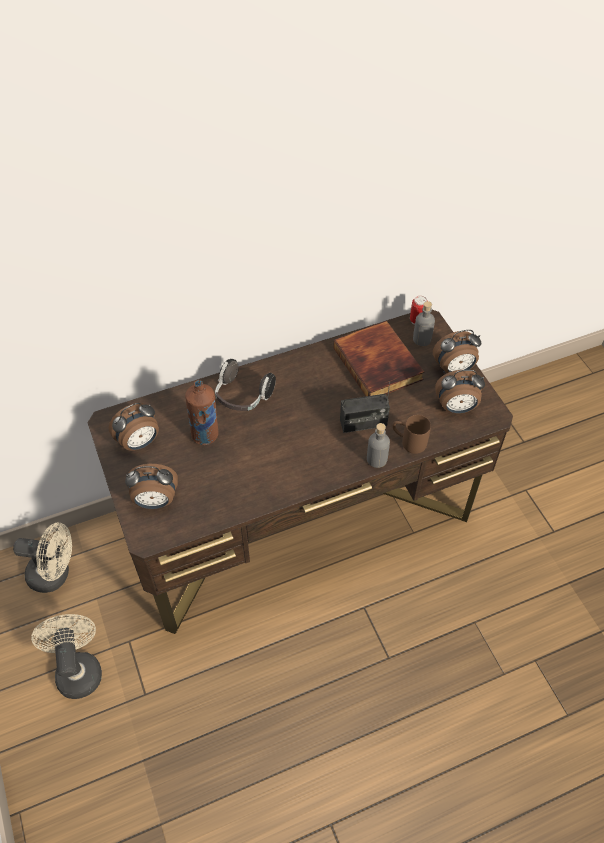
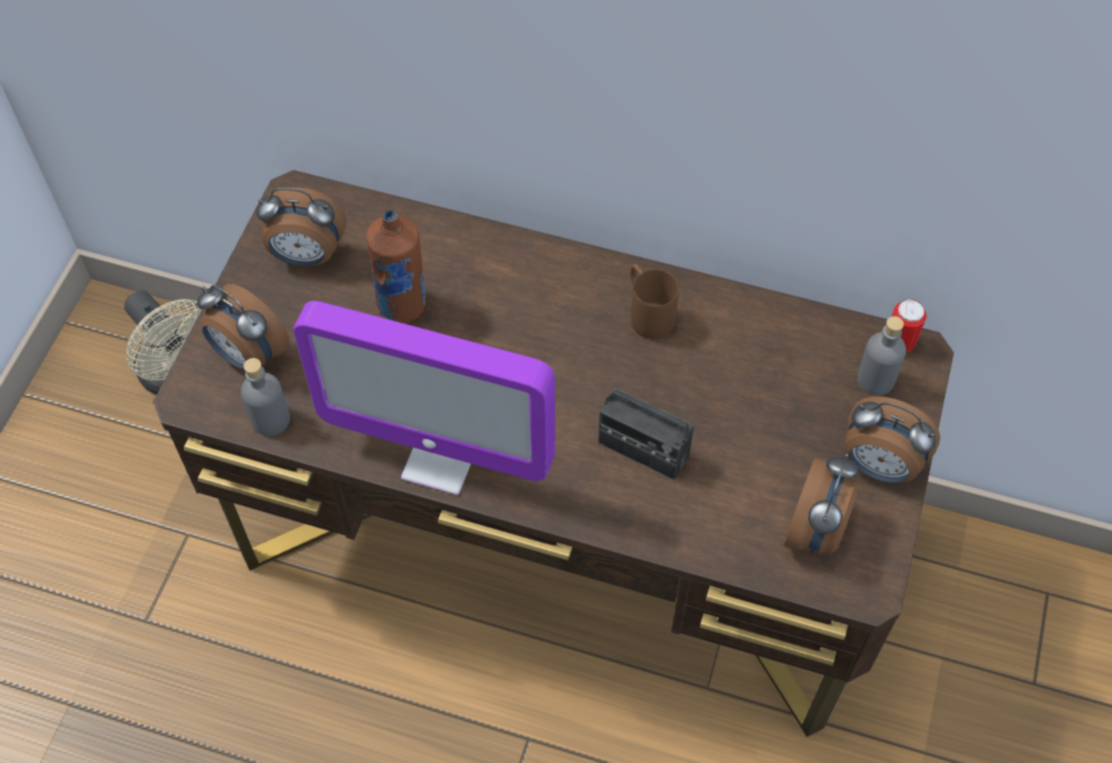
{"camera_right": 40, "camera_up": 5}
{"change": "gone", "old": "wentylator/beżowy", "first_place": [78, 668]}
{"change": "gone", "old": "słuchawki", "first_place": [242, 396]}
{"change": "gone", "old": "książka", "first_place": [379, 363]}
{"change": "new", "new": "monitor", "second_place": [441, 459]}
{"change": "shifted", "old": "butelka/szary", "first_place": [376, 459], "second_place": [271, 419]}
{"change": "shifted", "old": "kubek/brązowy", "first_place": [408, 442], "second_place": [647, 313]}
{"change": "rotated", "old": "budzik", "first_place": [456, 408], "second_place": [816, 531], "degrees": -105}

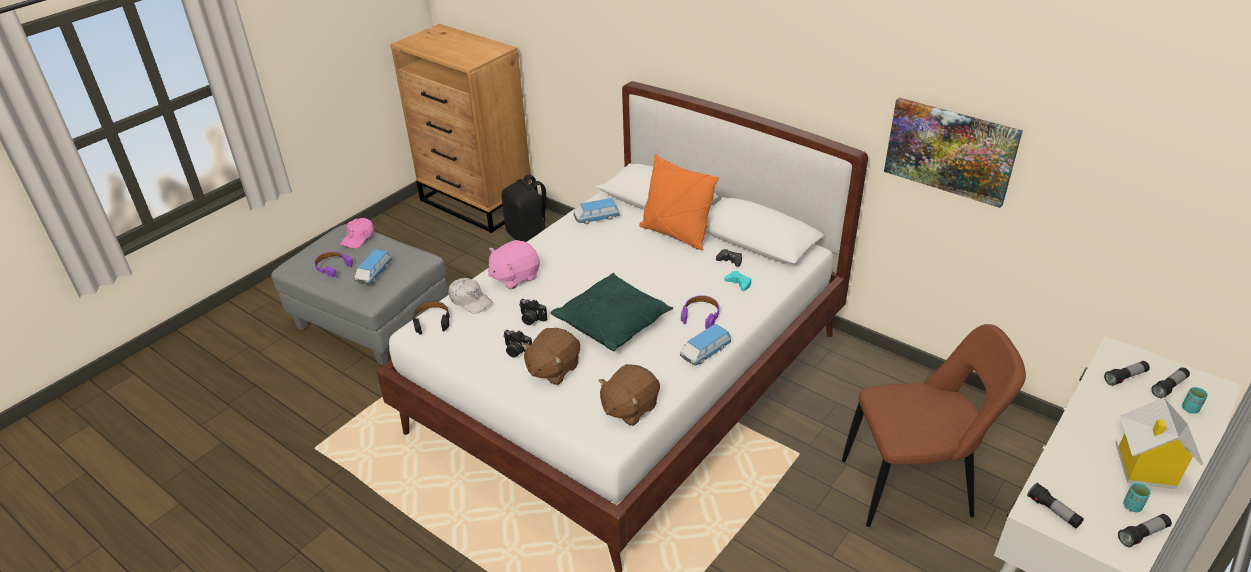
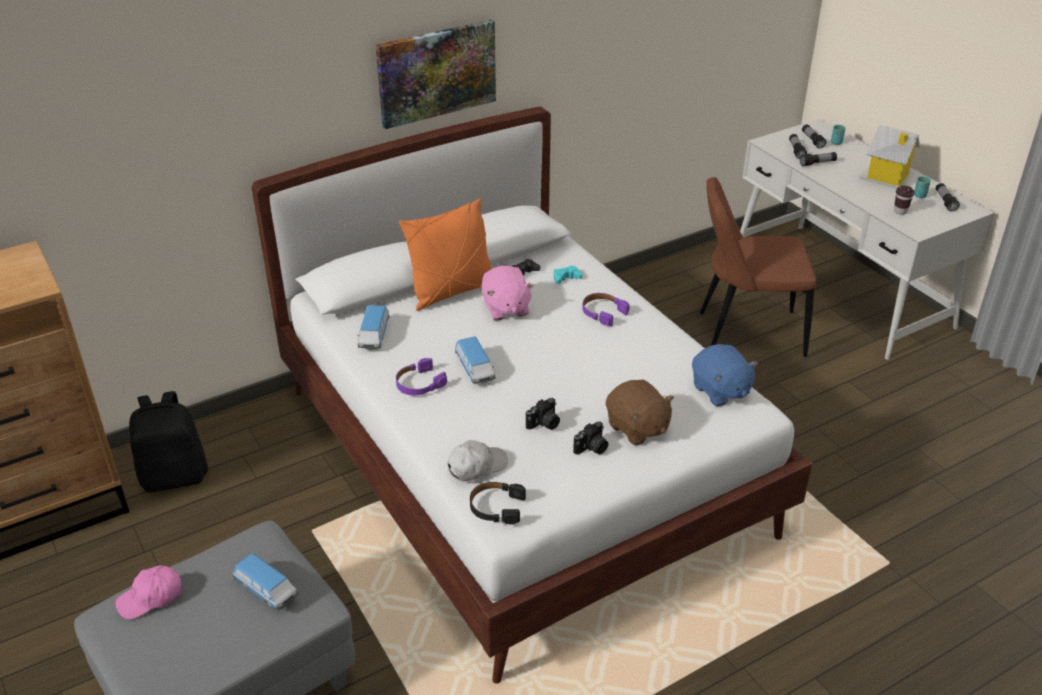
{"camera_right": -70, "camera_up": 0}
{"change": "gone", "old": "poduszka/zielony", "first_place": [612, 323]}
{"change": "new", "new": "filiżanka/brązowy", "second_place": [900, 211]}
{"change": "shifted", "old": "słuchawki/fioletowy", "first_place": [333, 267], "second_place": [419, 384]}
{"change": "shifted", "old": "pluszak/różowy", "first_place": [514, 277], "second_place": [505, 308]}
{"change": "shifted", "old": "samochodzik", "first_place": [705, 352], "second_place": [475, 369]}
{"change": "shifted", "old": "obraz", "first_place": [950, 150], "second_place": [436, 72]}
{"change": "shifted", "old": "latarka", "first_place": [1053, 511], "second_place": [817, 163]}
{"change": "repainted", "old": "pluszak/brązowy", "new": "pluszak/niebieski", "first_place": [629, 408], "second_place": [720, 391]}
{"change": "rotated", "old": "czapka z daszkiem/różowy", "first_place": [358, 238], "second_place": [151, 598], "degrees": 105}
{"change": "rotated", "old": "krzesło/brązowy", "first_place": [913, 488], "second_place": [745, 334], "degrees": -105}

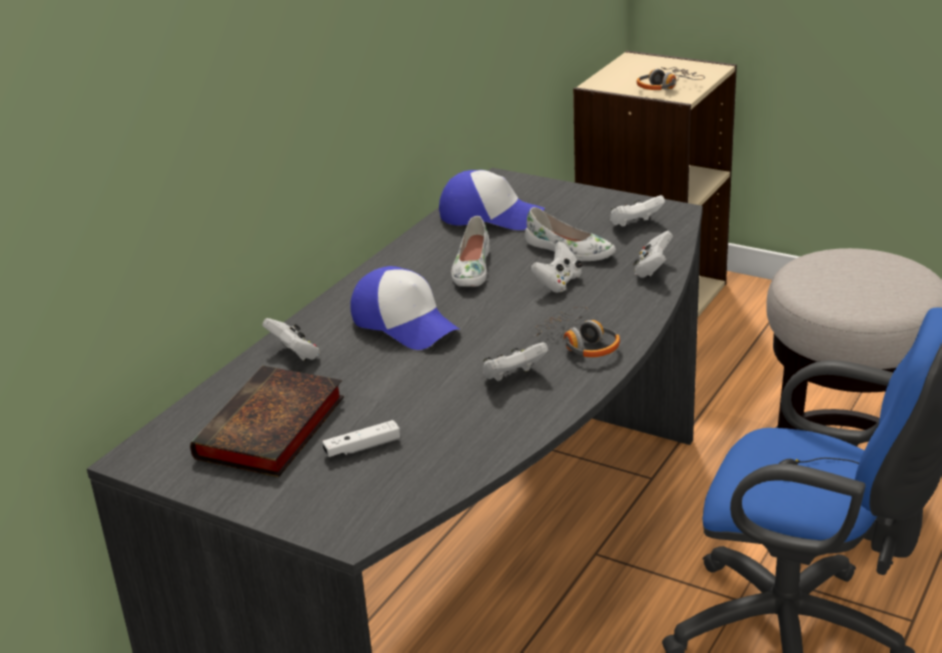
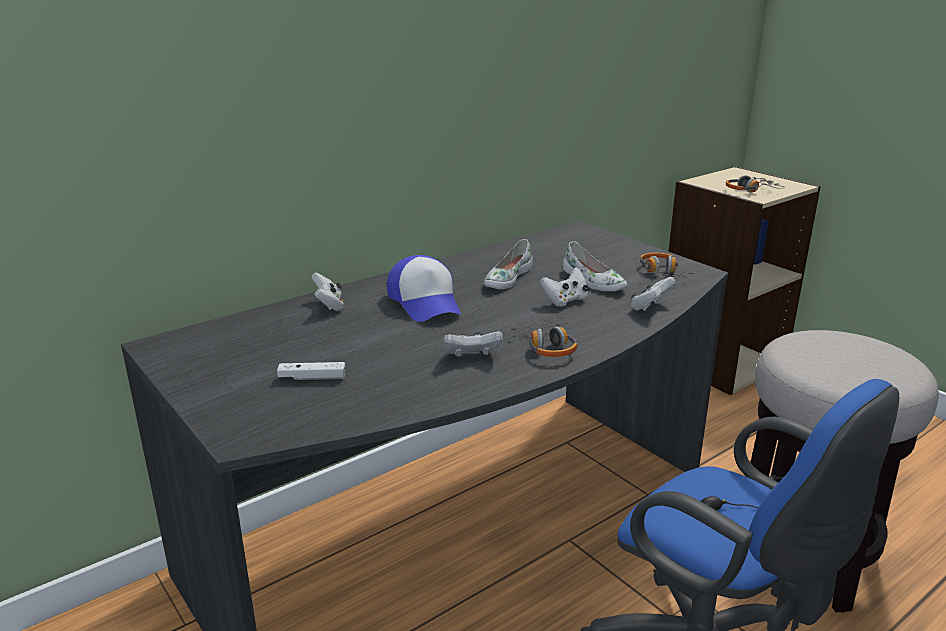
{"camera_right": 20, "camera_up": -5}
{"change": "gone", "old": "książka", "first_place": [270, 431]}
{"change": "gone", "old": "czapka z daszkiem", "first_place": [490, 216]}
{"change": "swapped", "old": "pad do gier/biały", "new": "słuchawki", "first_place": [634, 224], "second_place": [660, 274]}

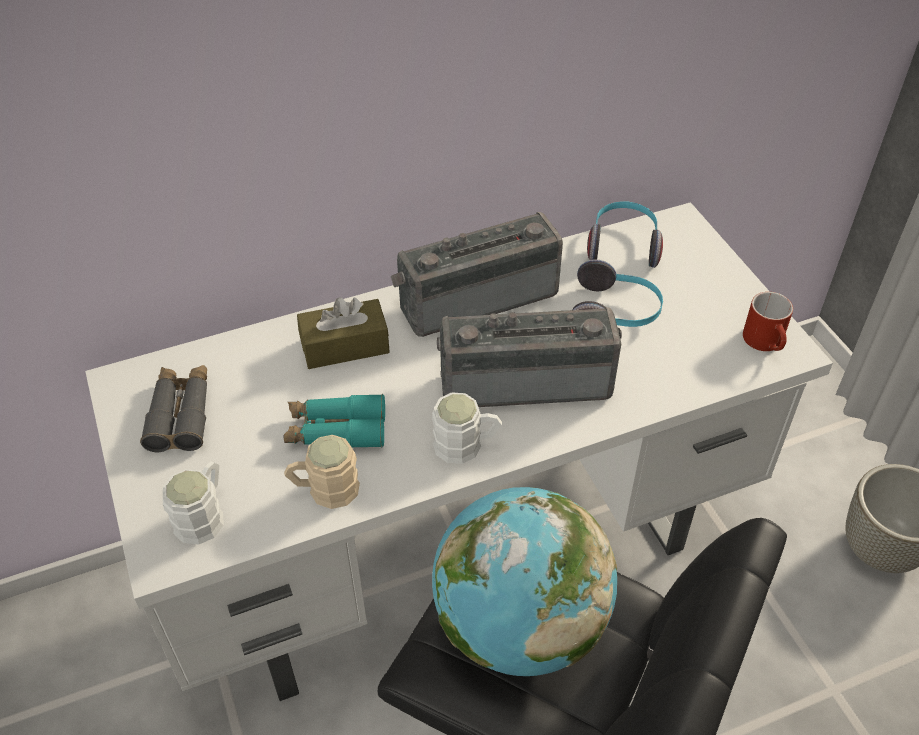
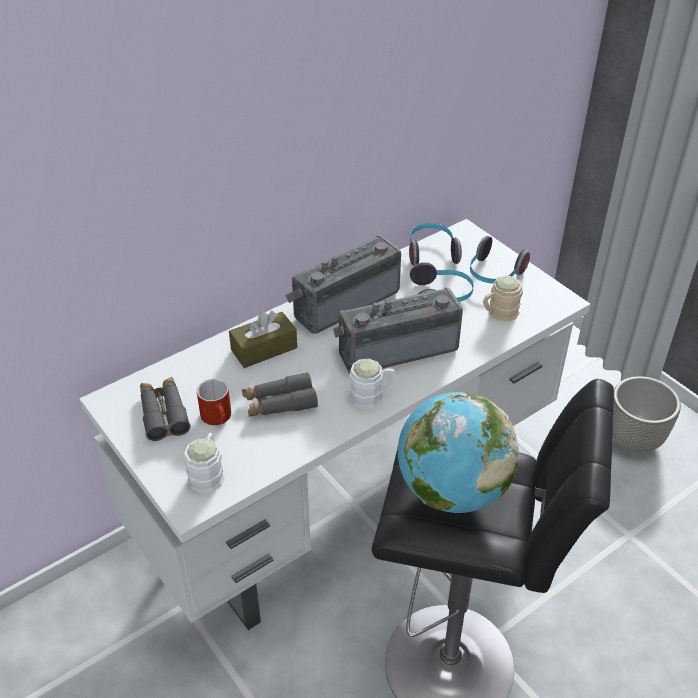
{"camera_right": -15, "camera_up": -5}
{"change": "new", "new": "słuchawki", "second_place": [494, 274]}
{"change": "shifted", "old": "kubek/beżowy", "first_place": [324, 490], "second_place": [498, 313]}
{"change": "shifted", "old": "kubek/czerwony", "first_place": [767, 343], "second_place": [219, 418]}
{"change": "repainted", "old": "lornetka/turkusowy", "new": "lornetka/szary", "first_place": [336, 430], "second_place": [279, 403]}

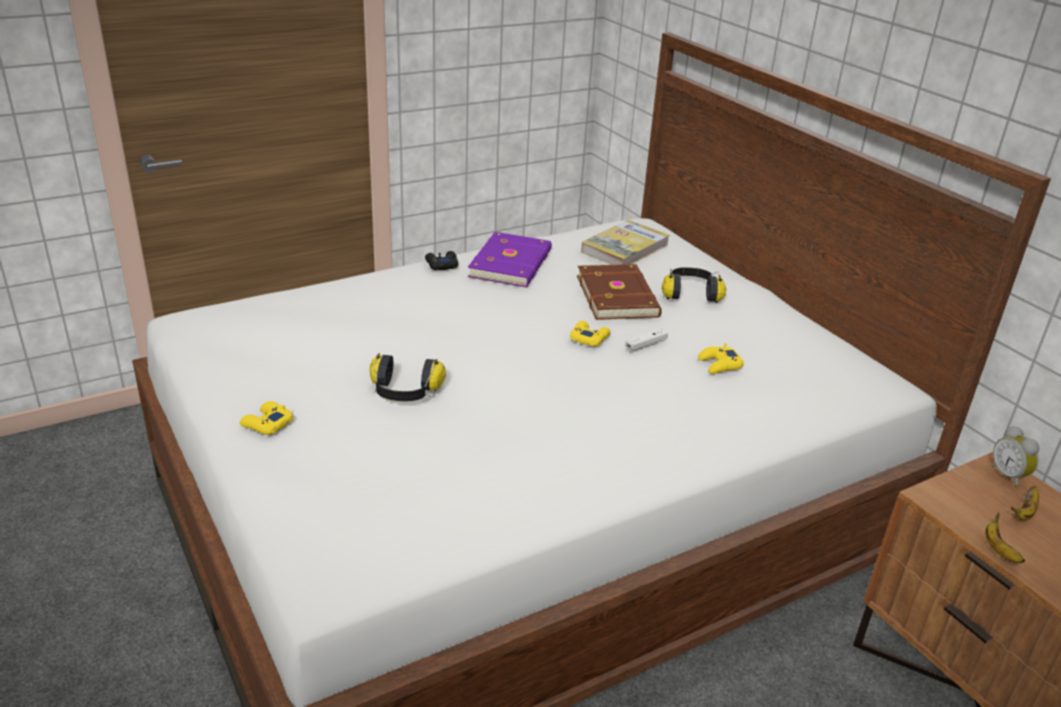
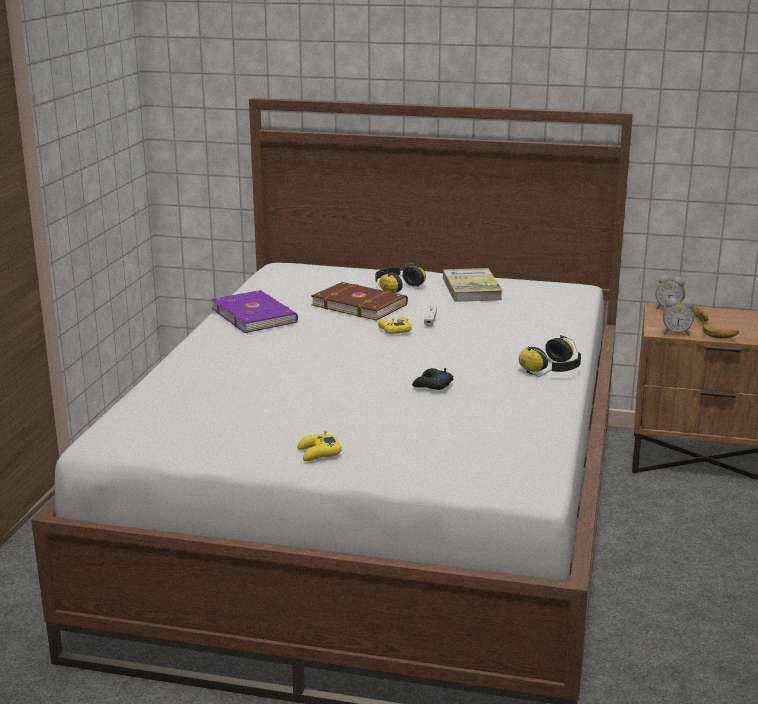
{"camera_right": -45, "camera_up": -10}
{"change": "gone", "old": "pad do gier/żółty", "first_place": [719, 365]}
{"change": "new", "new": "budzik", "second_place": [676, 333]}
{"change": "shifted", "old": "słuchawki", "first_place": [404, 393], "second_place": [553, 370]}
{"change": "shifted", "old": "pad do gier/czarny", "first_place": [441, 265], "second_place": [432, 385]}
{"change": "shifted", "old": "książka", "first_place": [625, 248], "second_place": [471, 289]}

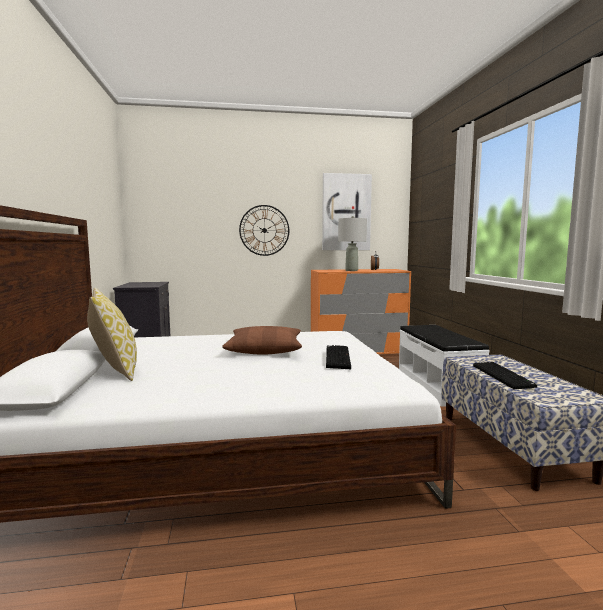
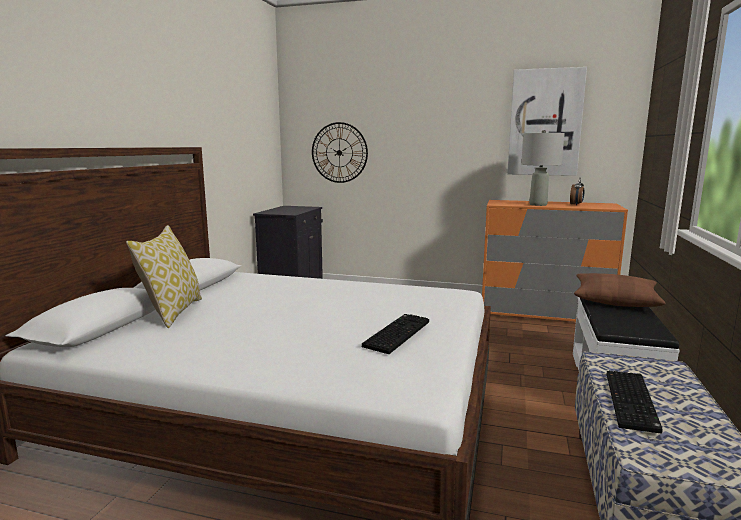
{"camera_right": 25, "camera_up": 5}
{"change": "shifted", "old": "poduszka/brązowy", "first_place": [265, 349], "second_place": [615, 299]}
{"change": "shifted", "old": "zegar ścienny", "first_place": [264, 230], "second_place": [339, 152]}

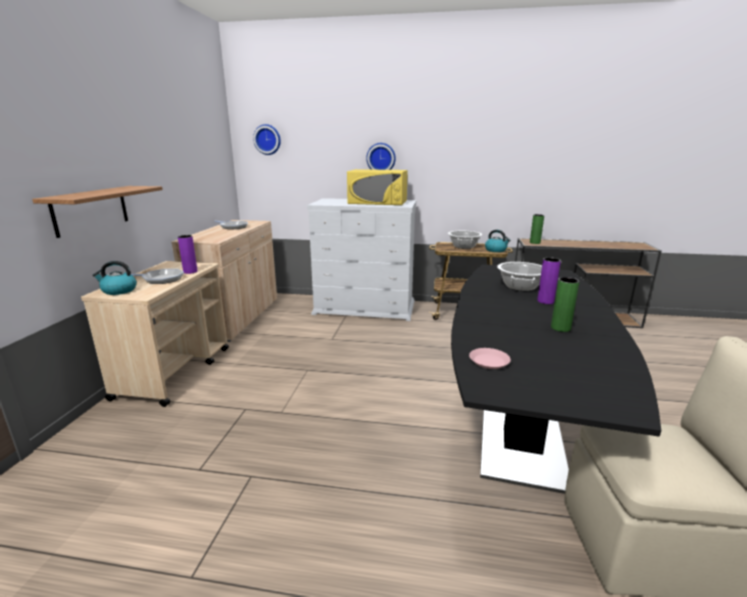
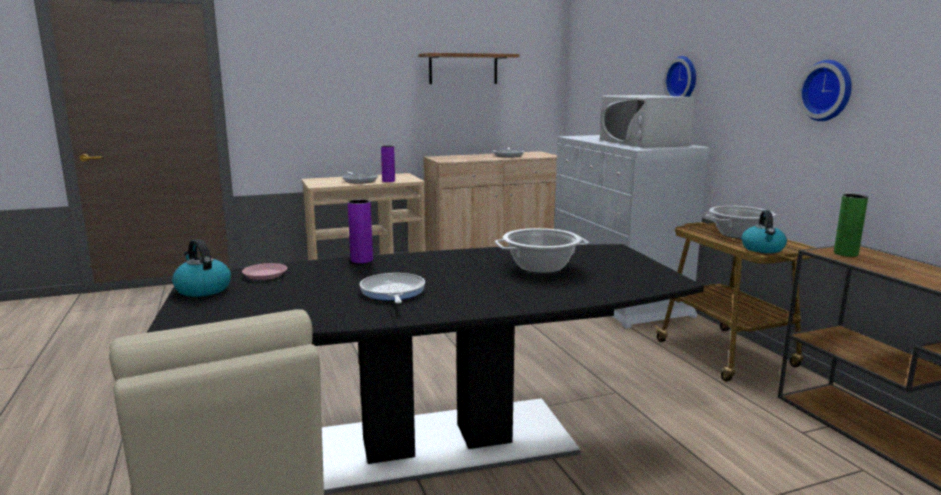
{"camera_right": 60, "camera_up": -5}
{"change": "shifted", "old": "półka", "first_place": [91, 210], "second_place": [463, 69]}
{"change": "shifted", "old": "czajnik", "first_place": [118, 291], "second_place": [202, 289]}
{"change": "shifted", "old": "zegar ścienny", "first_place": [267, 139], "second_place": [828, 90]}
{"change": "shifted", "old": "wazon/fioletowy", "first_place": [545, 301], "second_place": [361, 260]}
{"change": "swapped", "old": "wazon/zielony", "new": "patelnia", "first_place": [560, 328], "second_place": [392, 292]}
{"change": "repainted", "old": "mikrofalówka/żółty", "new": "mikrofalówka/biały", "first_place": [378, 202], "second_place": [643, 142]}

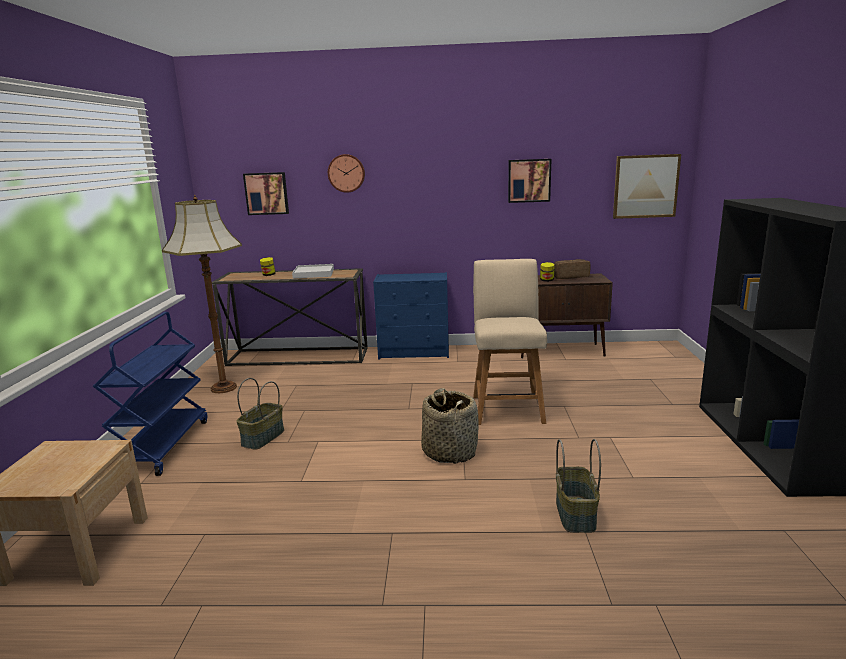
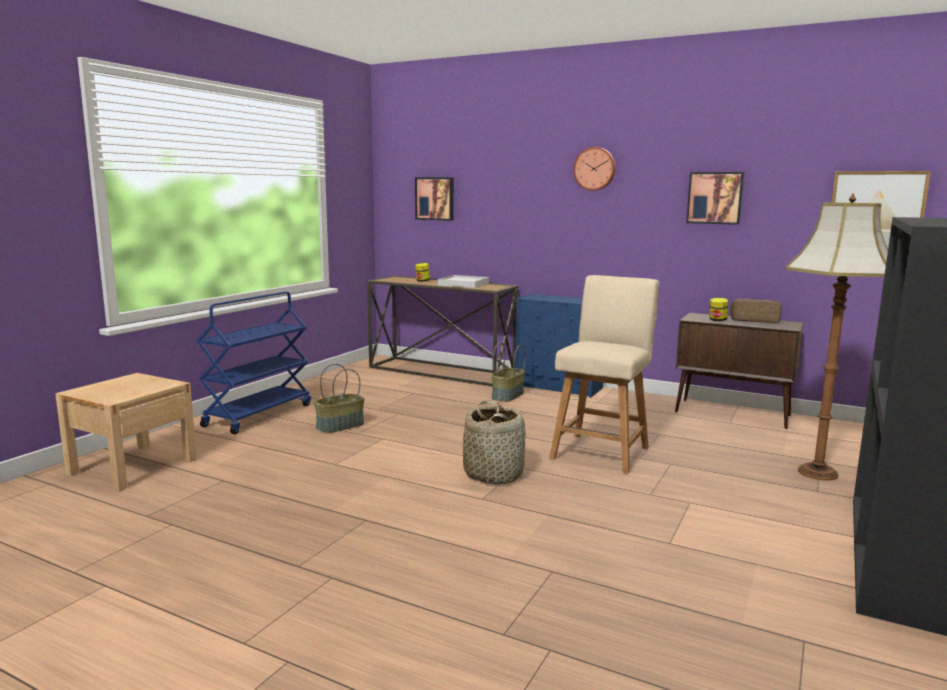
{"camera_right": 25, "camera_up": -5}
{"change": "shifted", "old": "lampa stojąca", "first_place": [223, 387], "second_place": [817, 472]}
{"change": "shifted", "old": "zegar ścienny", "first_place": [346, 173], "second_place": [595, 169]}
{"change": "shifted", "old": "koszyk", "first_place": [576, 514], "second_place": [508, 396]}

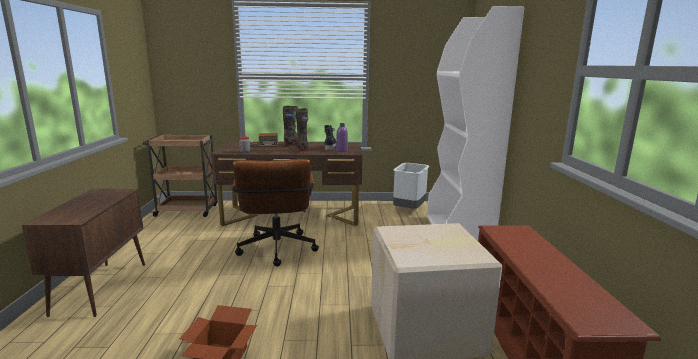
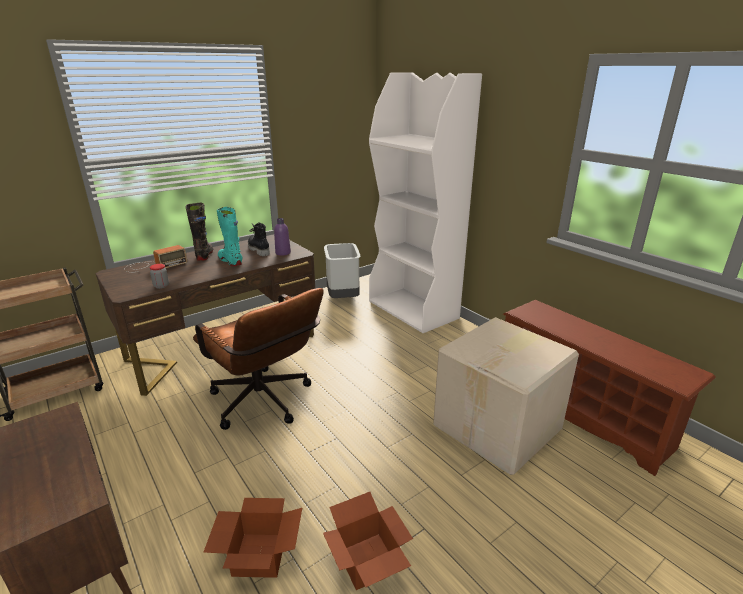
{"camera_right": -35, "camera_up": 10}
{"change": "new", "new": "karton", "second_place": [258, 554]}
{"change": "repainted", "old": "but z cholewką/czarny", "new": "but z cholewką/turkusowy", "first_place": [302, 149], "second_place": [230, 261]}

